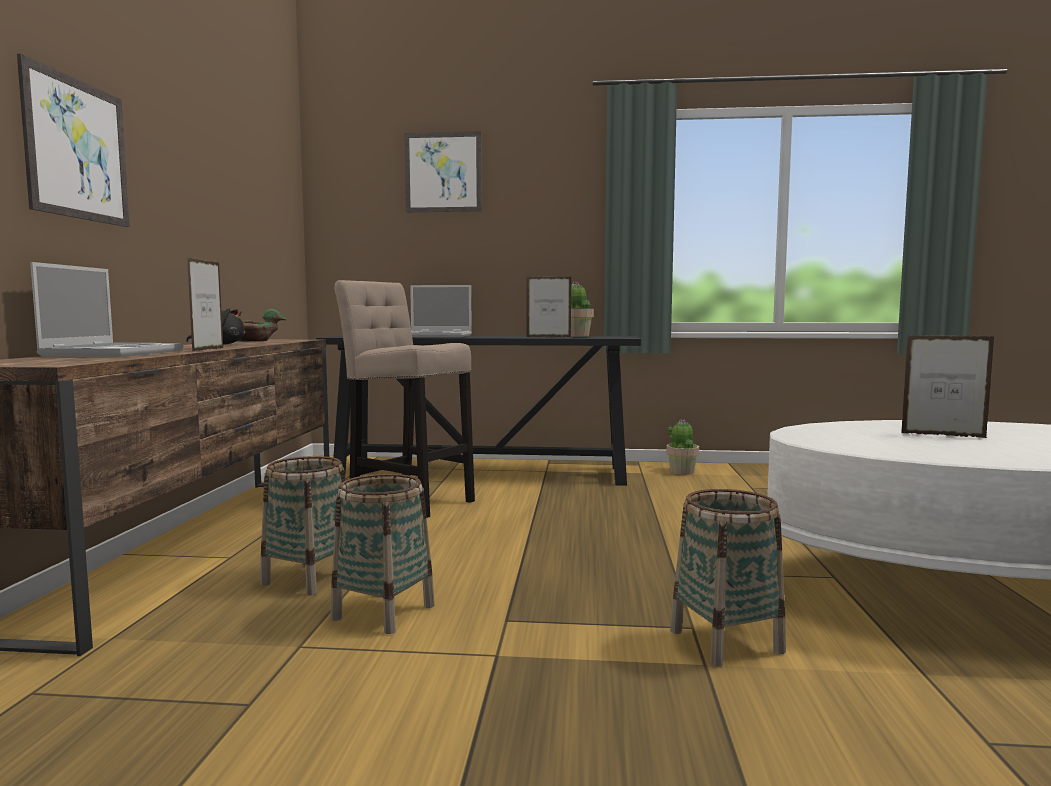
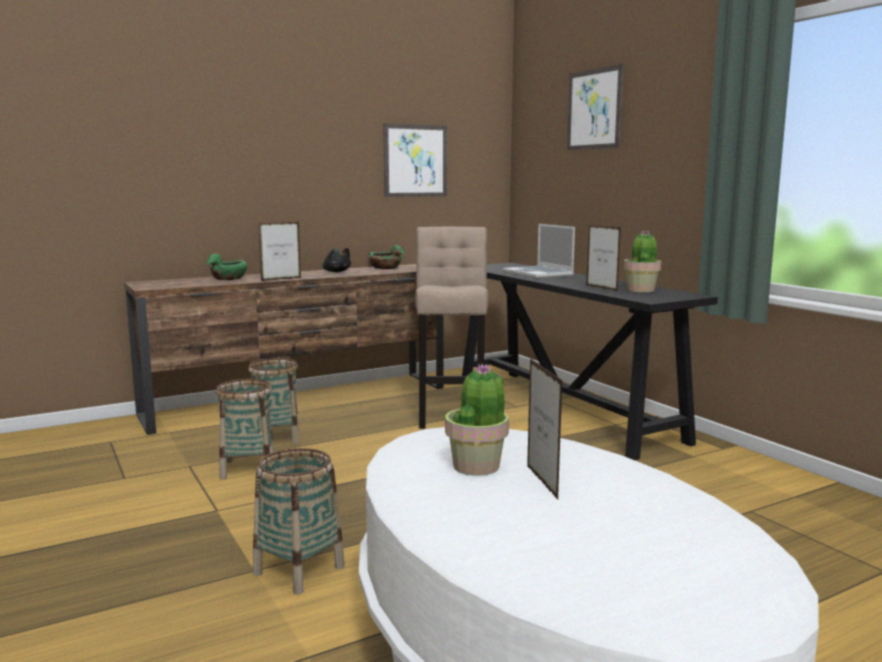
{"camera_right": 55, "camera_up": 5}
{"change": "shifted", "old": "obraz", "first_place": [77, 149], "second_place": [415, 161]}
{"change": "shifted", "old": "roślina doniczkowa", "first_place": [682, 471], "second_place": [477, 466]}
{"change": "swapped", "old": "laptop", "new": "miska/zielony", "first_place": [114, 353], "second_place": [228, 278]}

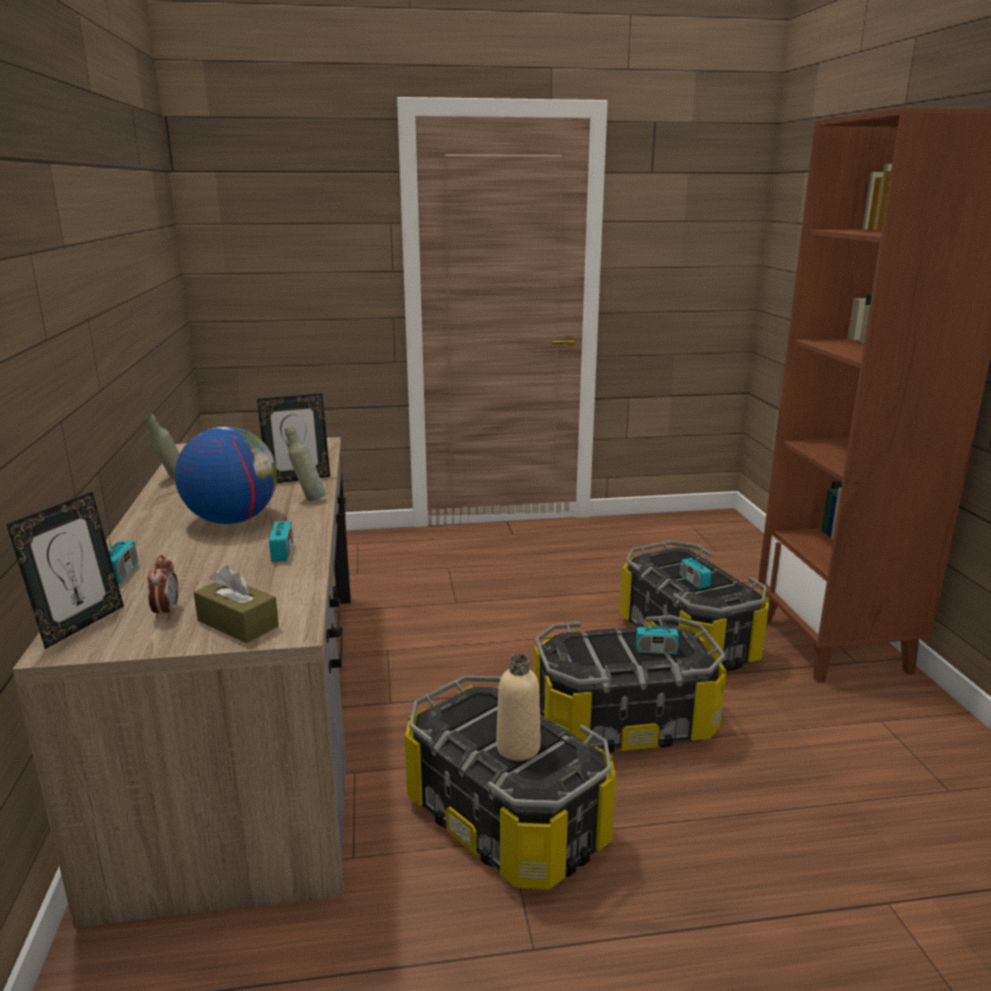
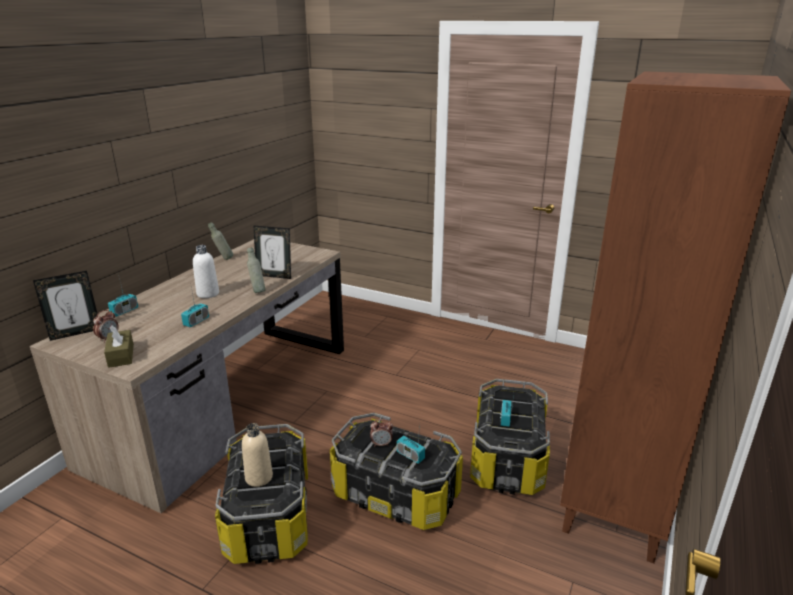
{"camera_right": 35, "camera_up": 5}
{"change": "new", "new": "budzik", "second_place": [381, 444]}
{"change": "swapped", "old": "globus", "new": "butelka/biały", "first_place": [232, 520], "second_place": [208, 294]}

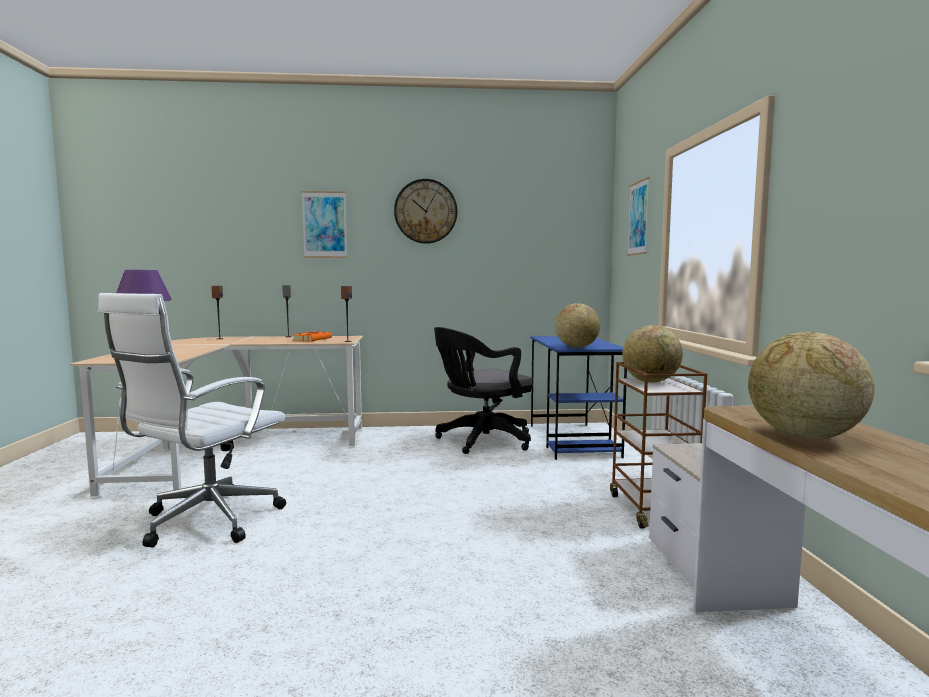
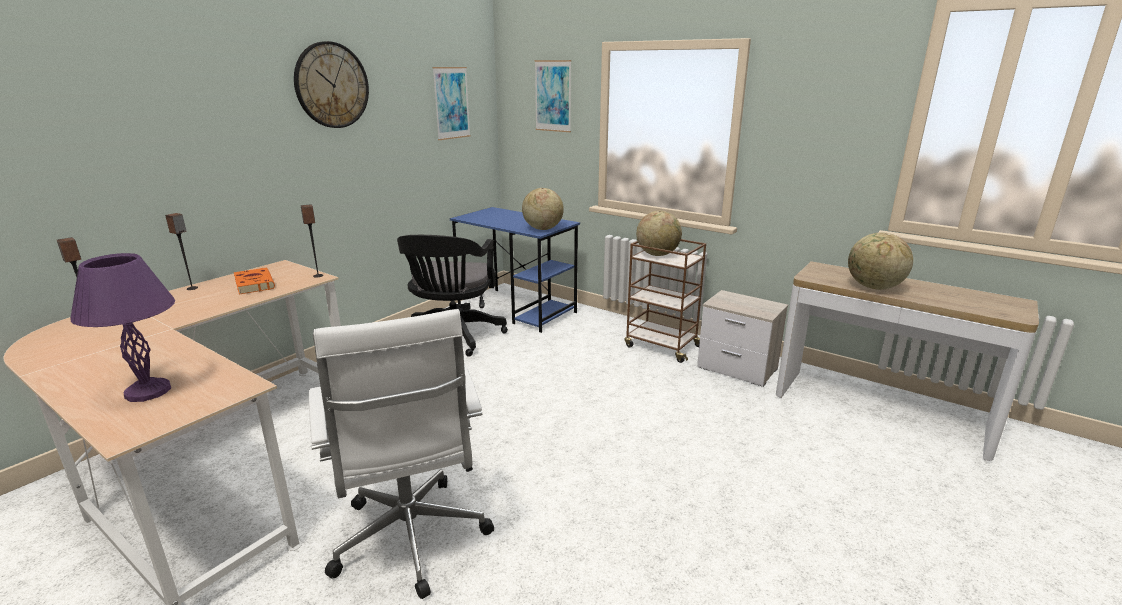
{"camera_right": -50, "camera_up": 15}
{"change": "shifted", "old": "obraz", "first_place": [324, 224], "second_place": [451, 103]}

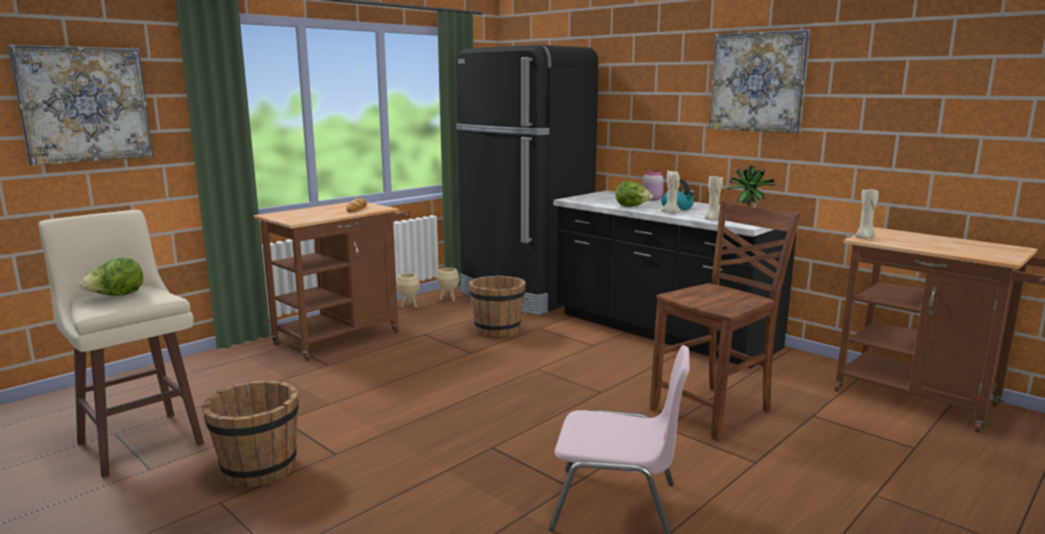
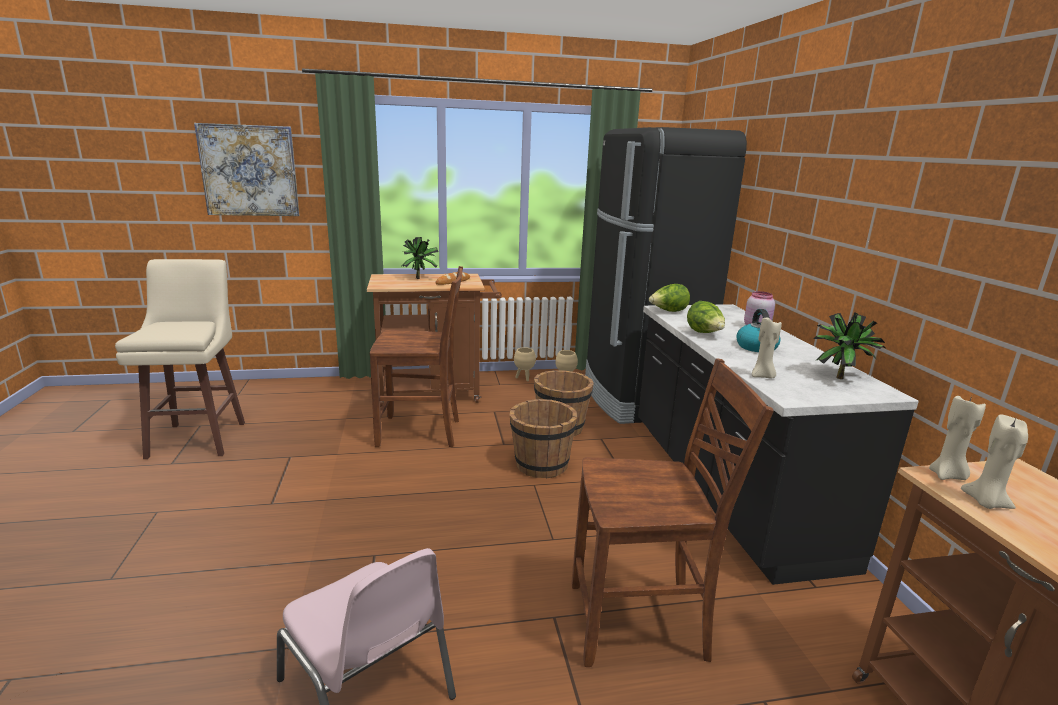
{"camera_right": 35, "camera_up": 5}
{"change": "gone", "old": "obraz", "first_place": [758, 82]}
{"change": "new", "new": "krzesło/brązowy", "second_place": [421, 432]}
{"change": "new", "new": "roślina doniczkowa", "second_place": [420, 278]}
{"change": "shifted", "old": "sałata", "first_place": [116, 296], "second_place": [668, 311]}
{"change": "shifted", "old": "wiadro/brązowy", "first_place": [258, 469], "second_place": [541, 465]}
{"change": "shifted", "old": "świeca/beżowy", "first_place": [671, 213], "second_place": [985, 502]}

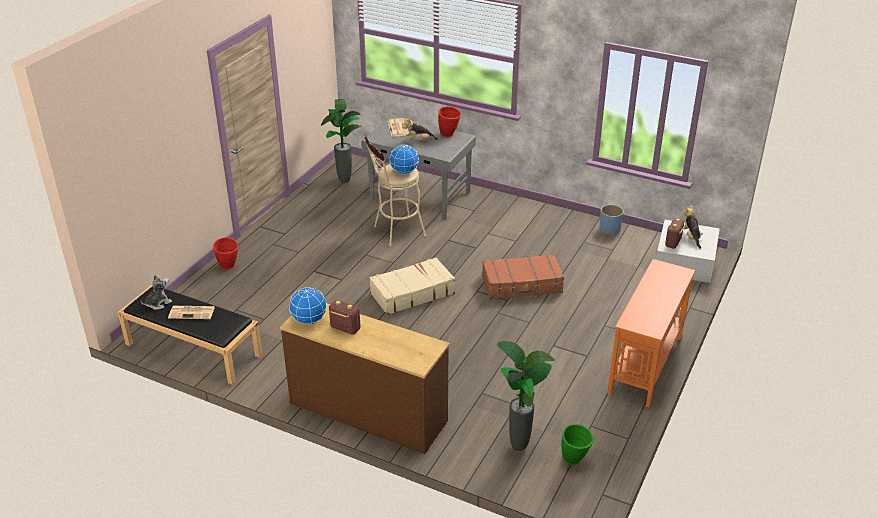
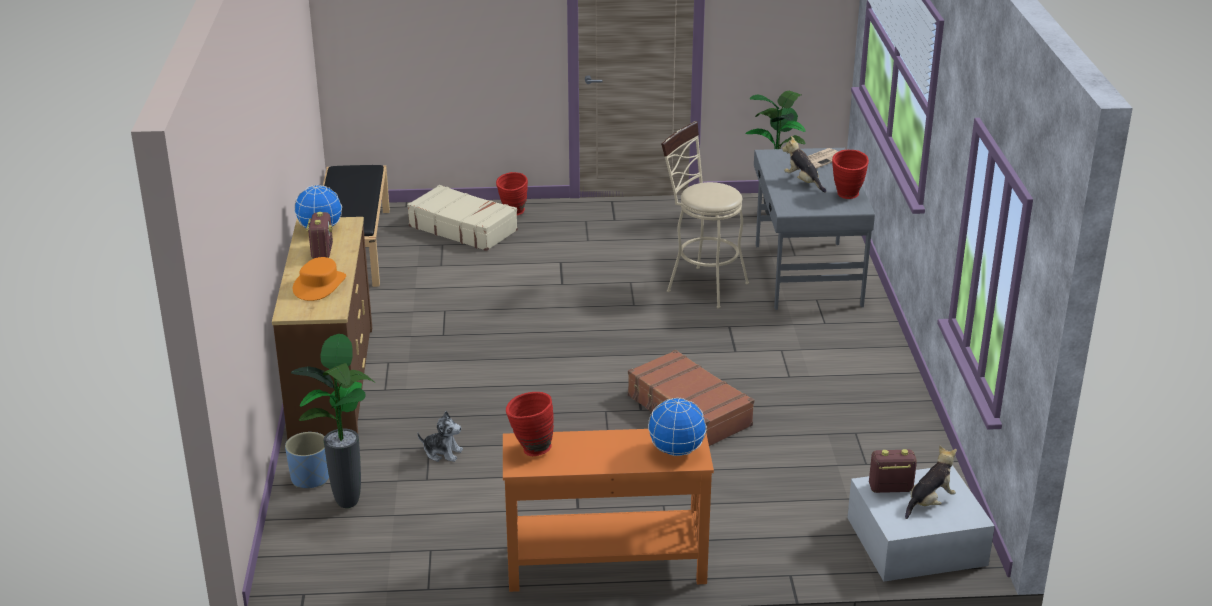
{"camera_right": 60, "camera_up": -5}
{"change": "gone", "old": "gazeta", "first_place": [192, 312]}
{"change": "gone", "old": "wazon/zielony", "first_place": [575, 461]}
{"change": "new", "new": "kapelusz/pomarańczowy", "second_place": [319, 285]}
{"change": "new", "new": "wazon/czerwony", "second_place": [530, 449]}
{"change": "shifted", "old": "pluszak", "first_place": [158, 303], "second_place": [442, 453]}
{"change": "shifted", "old": "walizka/beżowy", "first_place": [412, 293], "second_place": [463, 228]}
{"change": "shifted", "old": "globus", "first_place": [404, 172], "second_place": [677, 450]}
{"change": "shifted", "old": "donica/niebieski", "first_place": [609, 229], "second_place": [310, 478]}

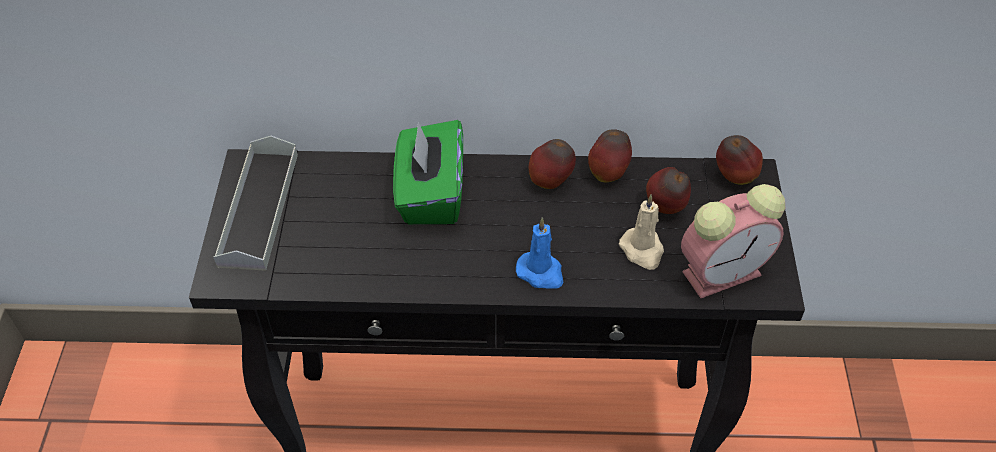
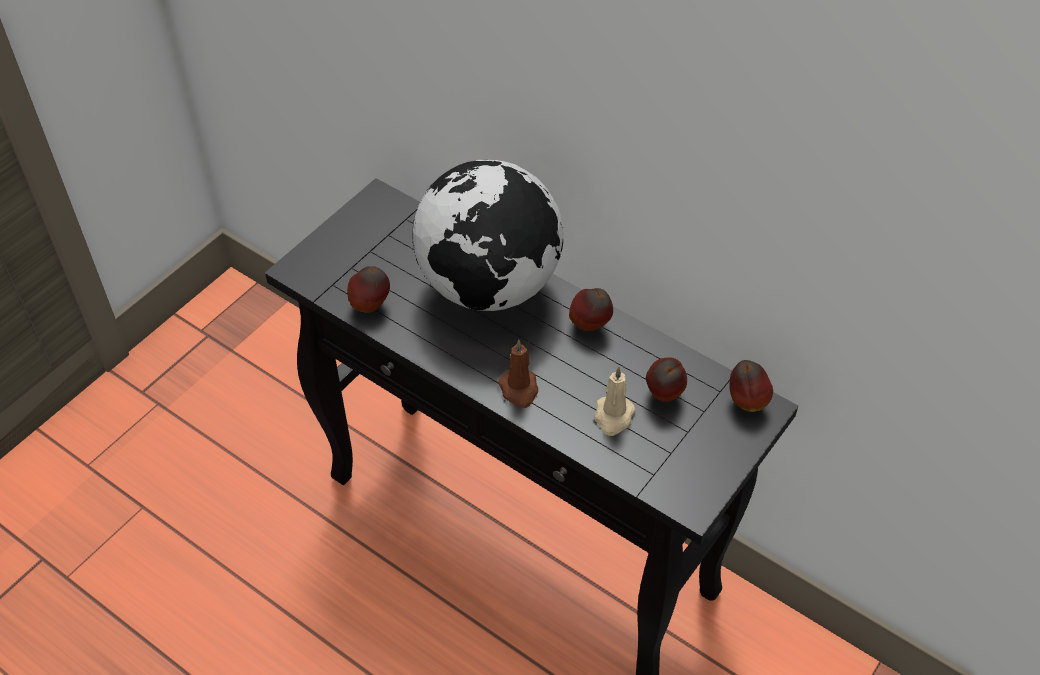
{"camera_right": 35, "camera_up": 0}
{"change": "gone", "old": "taca/szary", "first_place": [259, 208]}
{"change": "gone", "old": "budzik", "first_place": [724, 271]}
{"change": "shifted", "old": "jabłko", "first_place": [608, 174], "second_place": [370, 305]}
{"change": "swapped", "old": "pudełko chusteczek/zielony", "new": "globus", "first_place": [430, 194], "second_place": [490, 287]}
{"change": "repainted", "old": "świeca/niebieski", "new": "świeca/brązowy", "first_place": [541, 272], "second_place": [519, 389]}

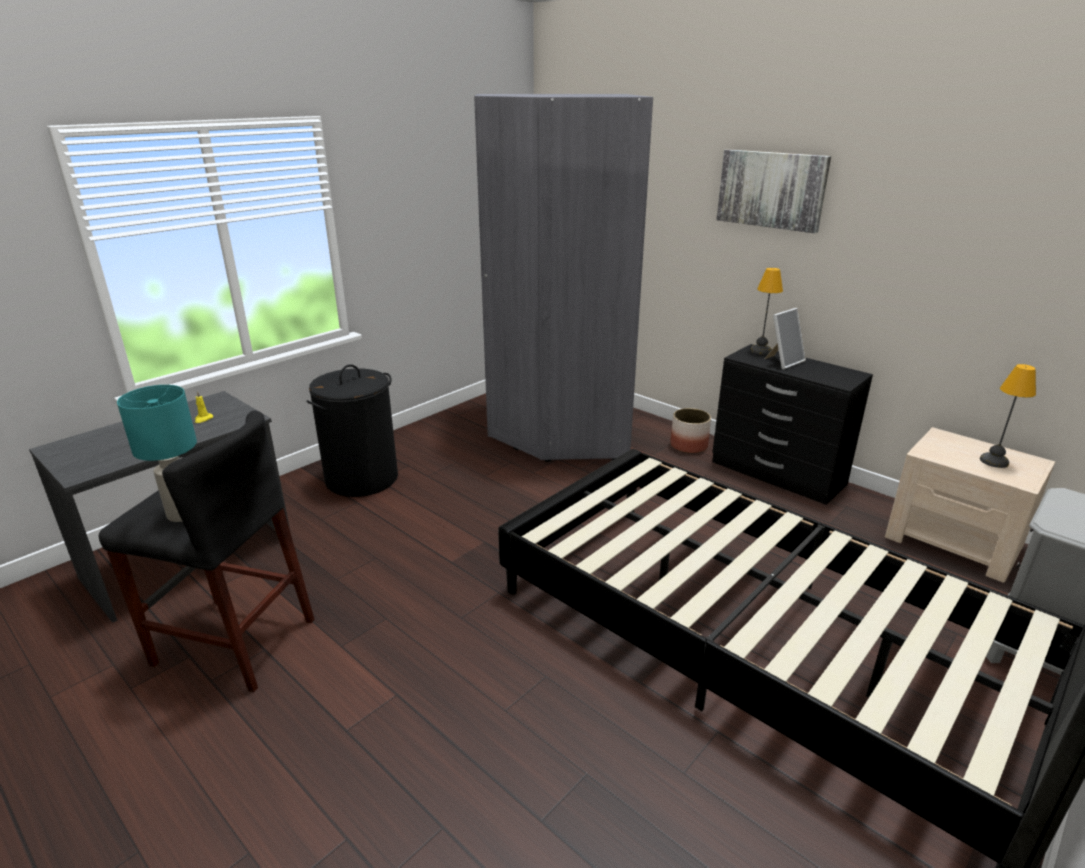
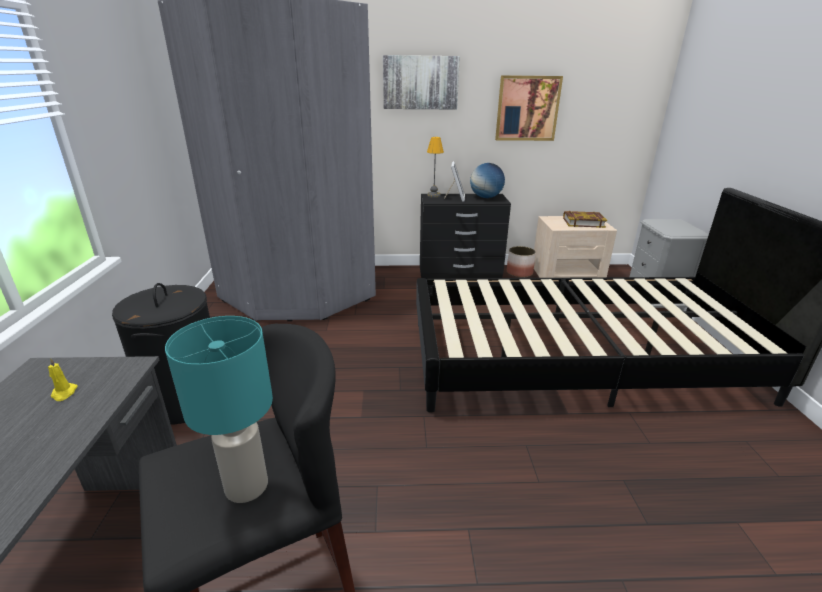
{"camera_right": -45, "camera_up": 0}
{"change": "new", "new": "globus", "second_place": [486, 197]}
{"change": "new", "new": "obraz", "second_place": [527, 108]}
{"change": "shifted", "old": "donica", "first_place": [689, 446], "second_place": [519, 273]}
{"change": "swapped", "old": "lampa stołowa", "new": "książka", "first_place": [994, 461], "second_place": [583, 222]}

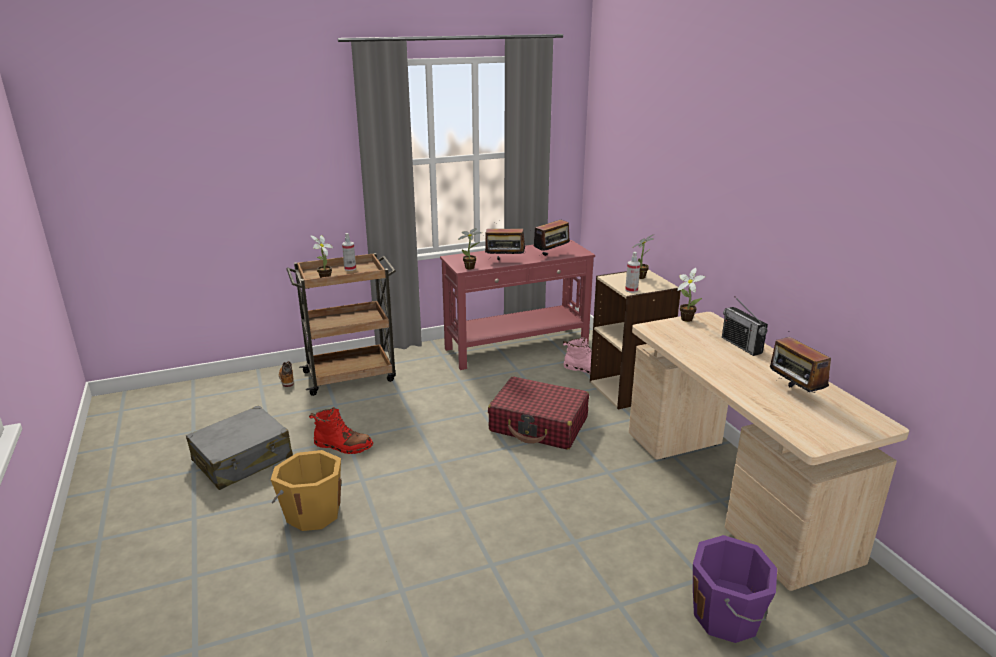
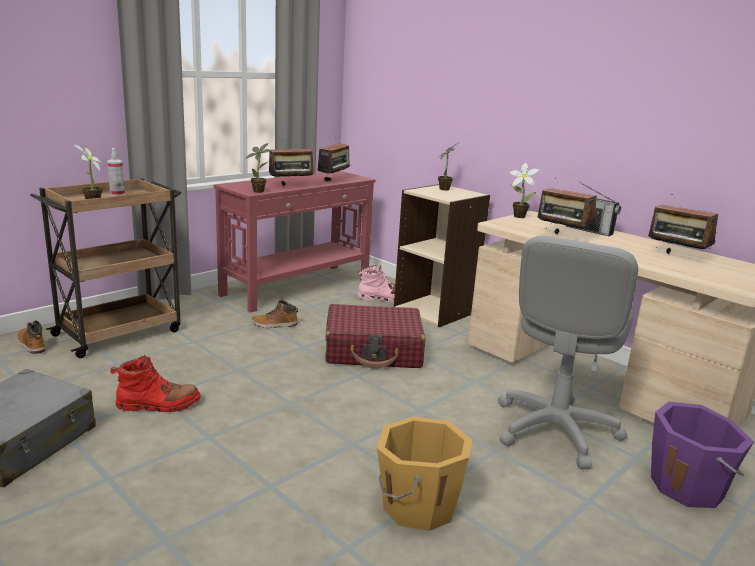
{"camera_right": -25, "camera_up": -5}
{"change": "gone", "old": "spryskiwacz", "first_place": [631, 290]}
{"change": "new", "new": "but z cholewką", "second_place": [274, 325]}
{"change": "new", "new": "krzesło biurowe/szary", "second_place": [554, 430]}
{"change": "new", "new": "radio", "second_place": [562, 237]}
{"change": "shifted", "old": "wiadro/pomarańczowy", "first_place": [312, 513], "second_place": [417, 505]}

